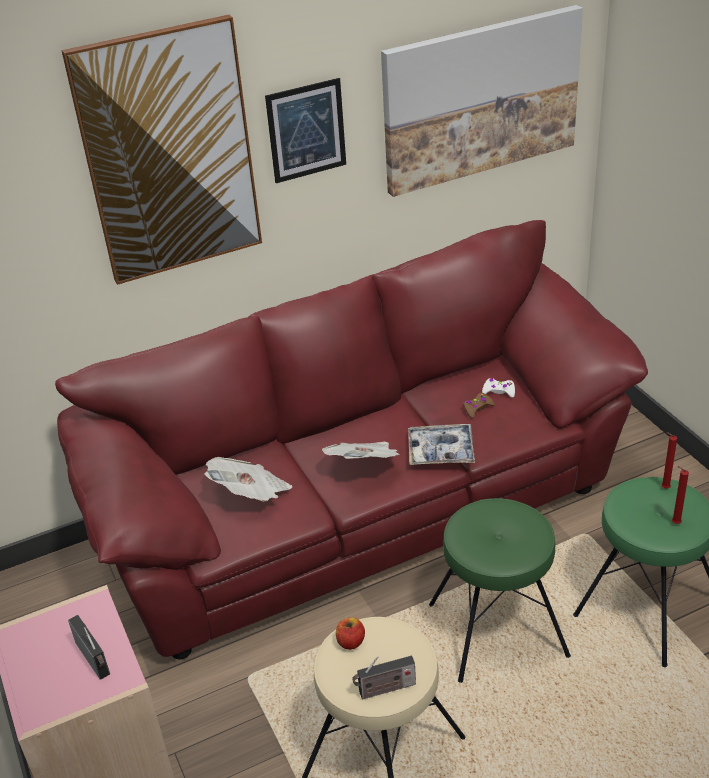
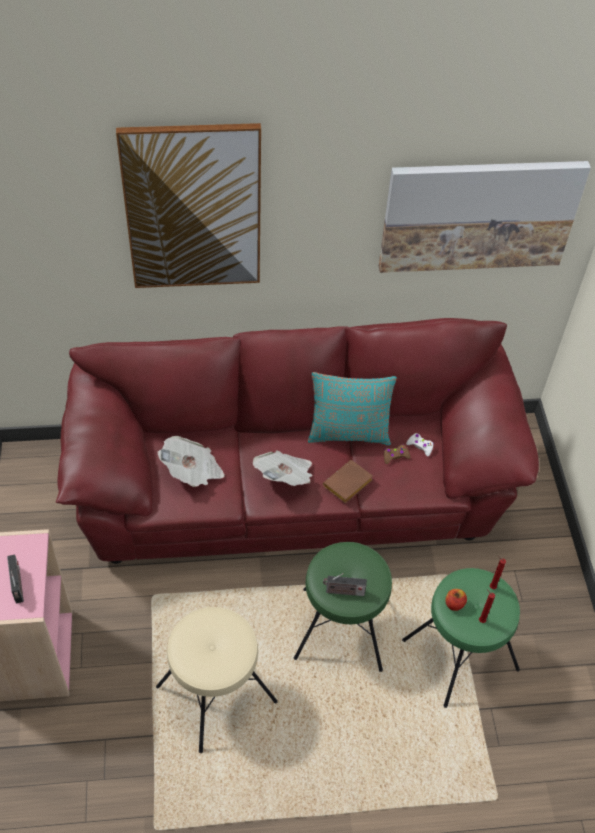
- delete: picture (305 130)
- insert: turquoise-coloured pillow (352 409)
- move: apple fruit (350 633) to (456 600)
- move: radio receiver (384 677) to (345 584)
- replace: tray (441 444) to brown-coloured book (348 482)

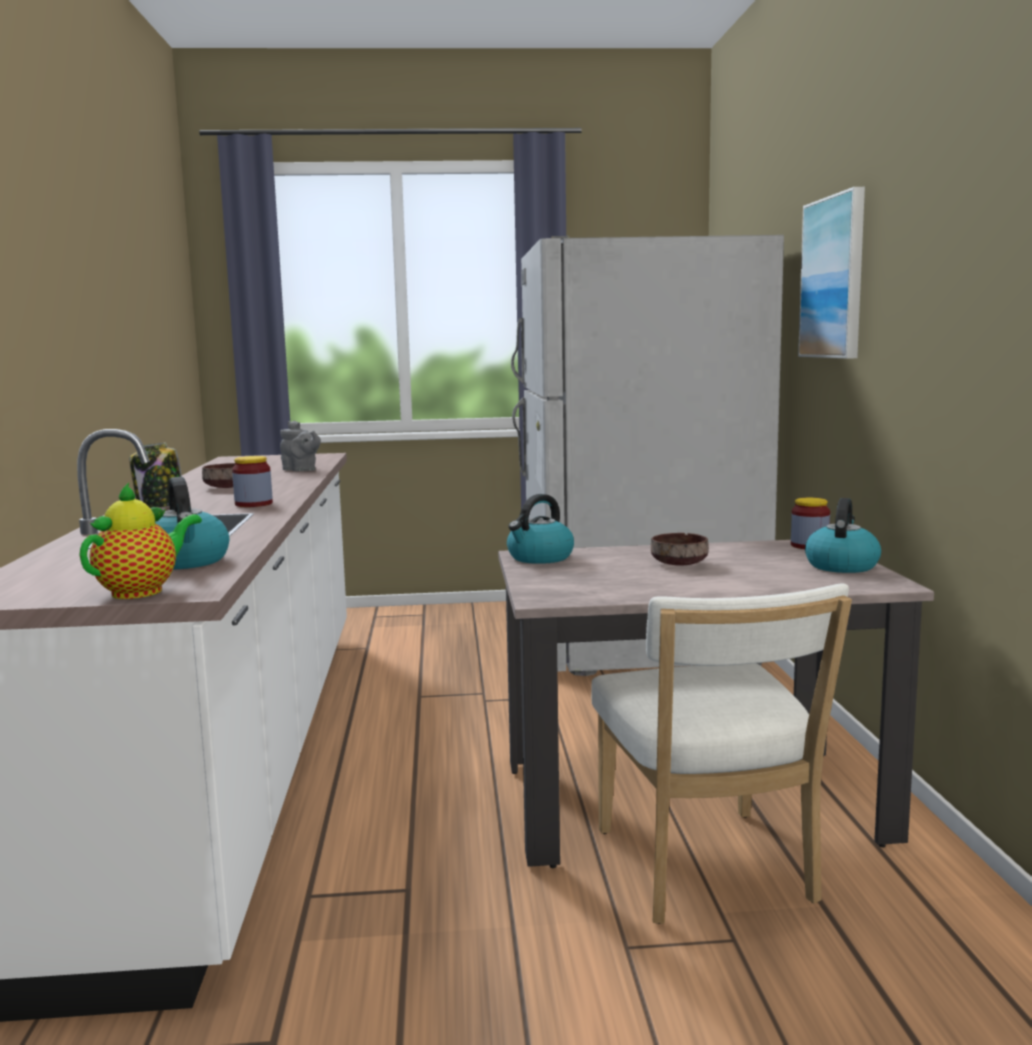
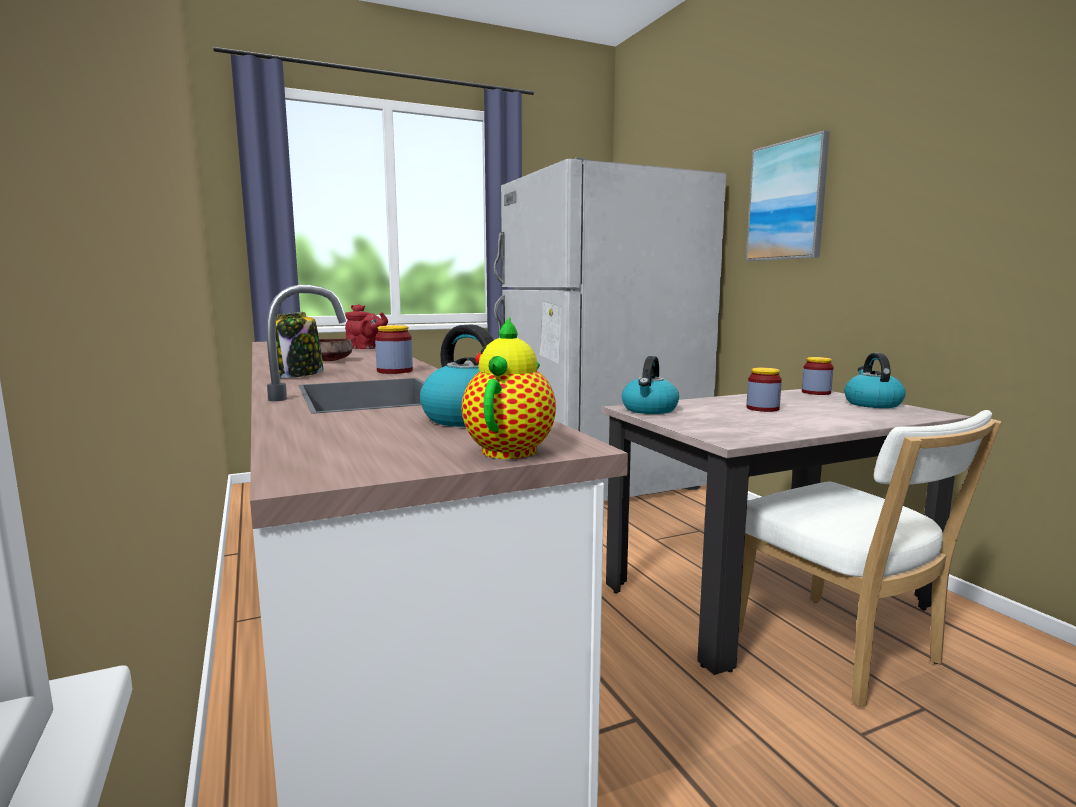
- replace: brown-coloured deep dish (680 549) to storage jar (764 390)
- recolor: gray tea pot (300 446) to red-coloured tea pot (366 326)

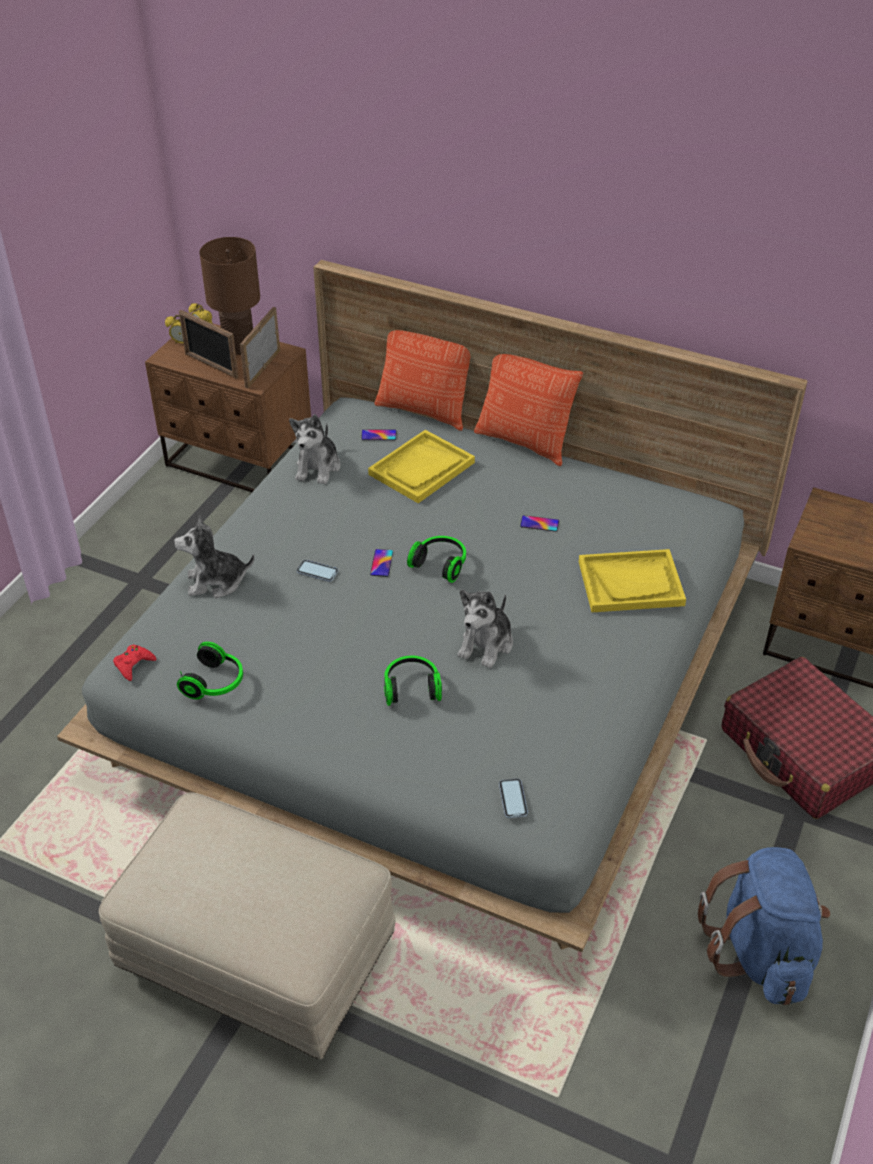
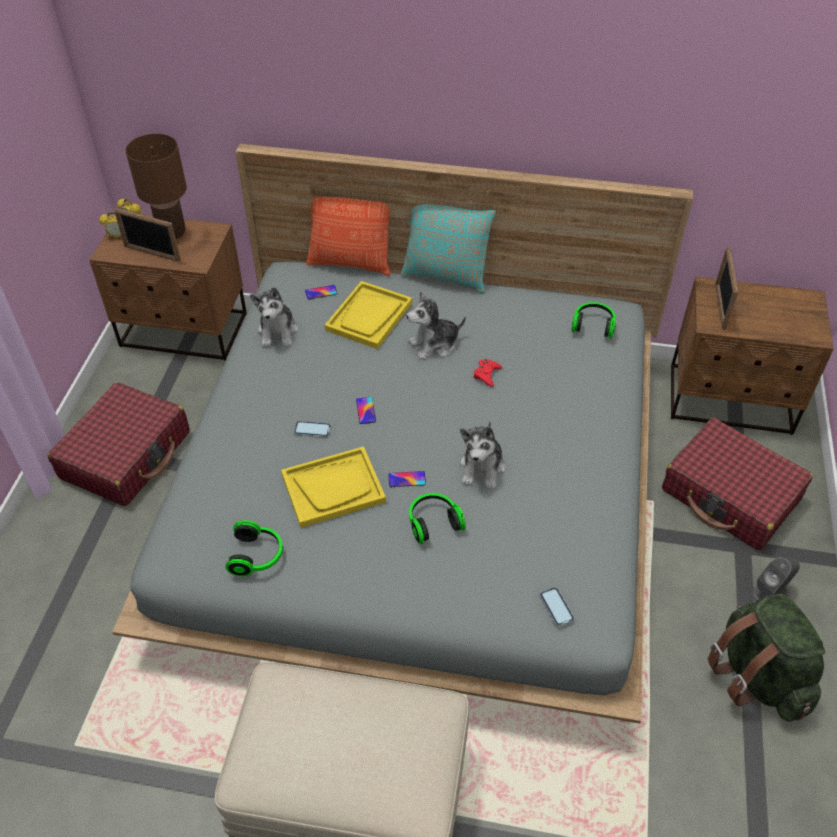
- insert: red-coloured travel case (119 444)
- insert: gray audio speaker (776 578)
- move: red-coloured game controller (134 663) to (487 373)
- move: plush toy (214 556) to (436 325)
- move: photo frame (260 347) to (726 288)
- move: pair of headphones (436 559) to (594 320)
- move: phone (539 523) to (407 479)
- move: yellow-coloured tray (632 580) to (333 487)
- recolor: orange pillow (528 410) to turquoise-coloured pillow (448 248)
- recolor: bluish backpack (764 926) to greenish backpack (766 658)

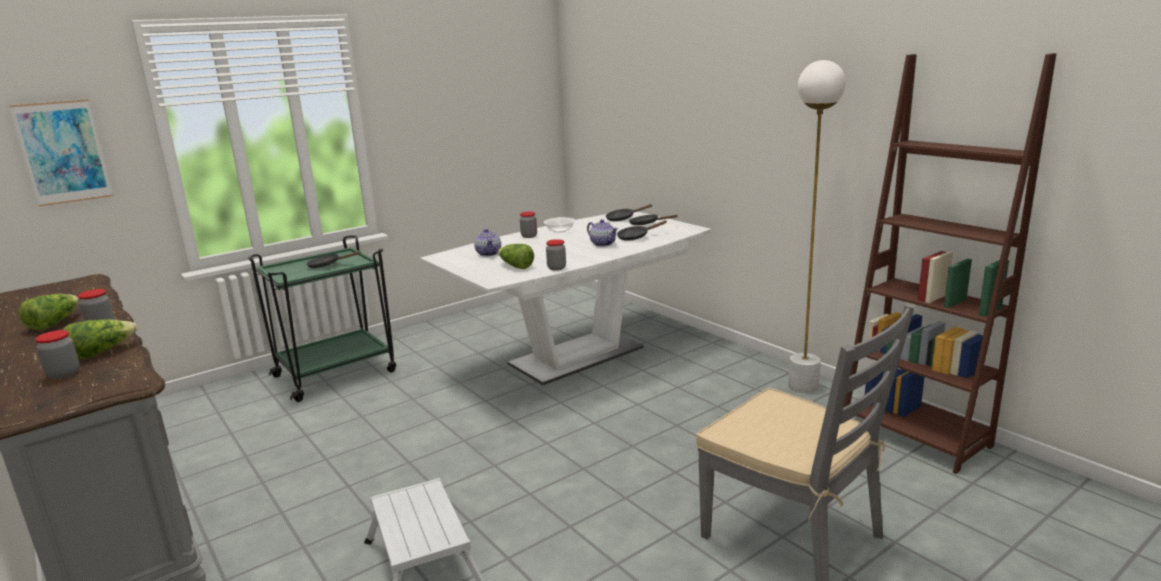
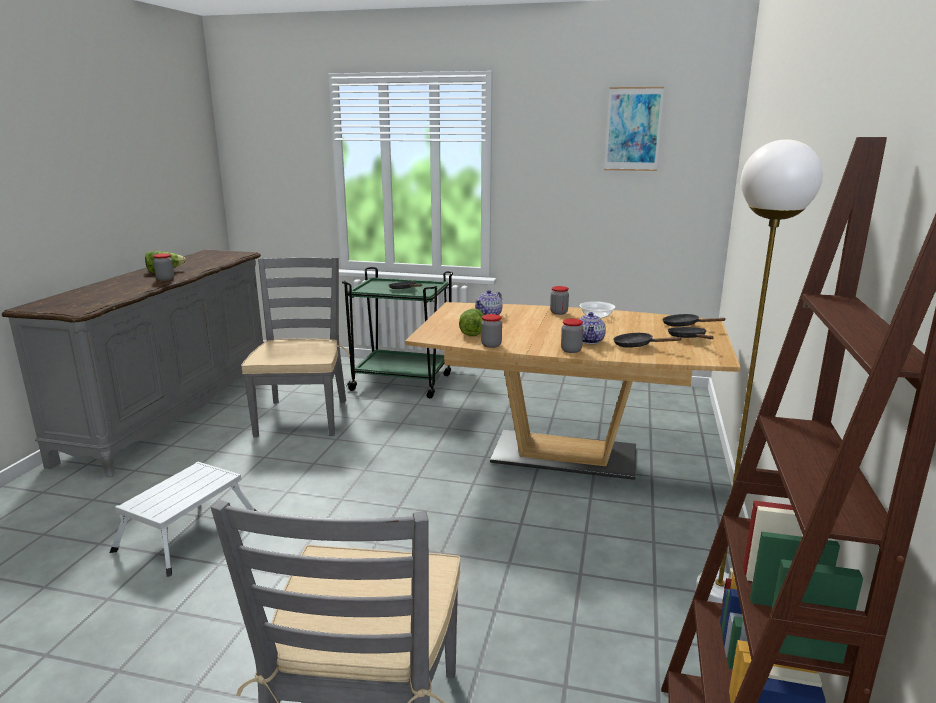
- delete: head of lettuce (100 339)
- insert: gray plain chair (295 347)
- move: picture (61 153) to (634 129)
- move: storage jar (57 354) to (572 336)
- recolor: white-coloured dinner table (565 298) to brown-coloured dinner table (573 391)

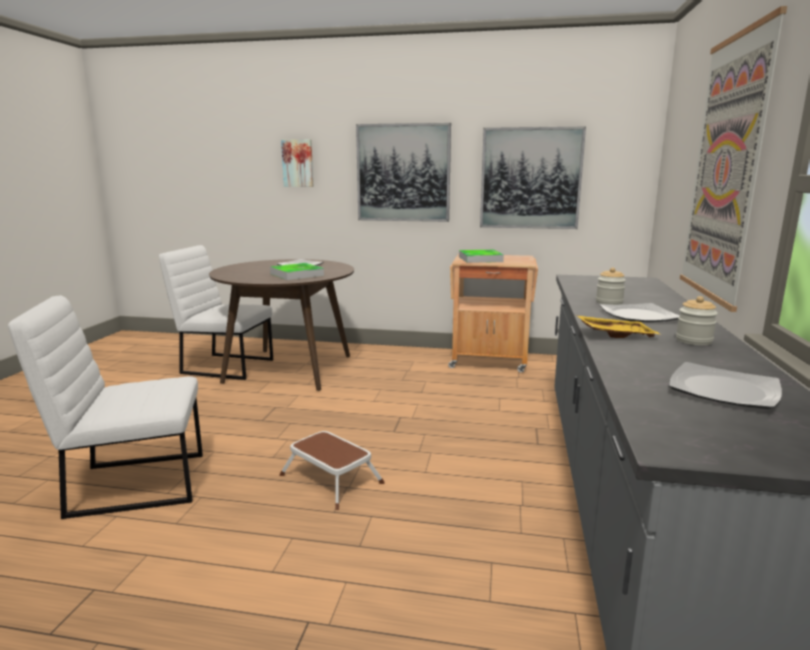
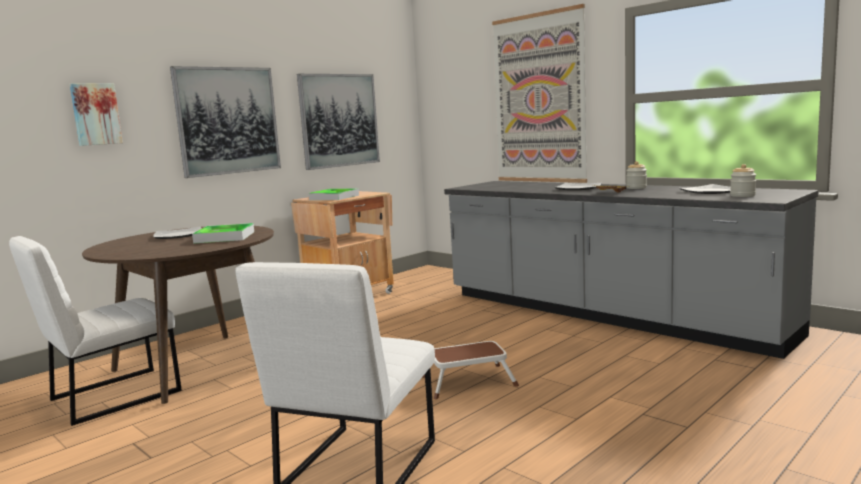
- move: storage jar (611 286) to (743 180)

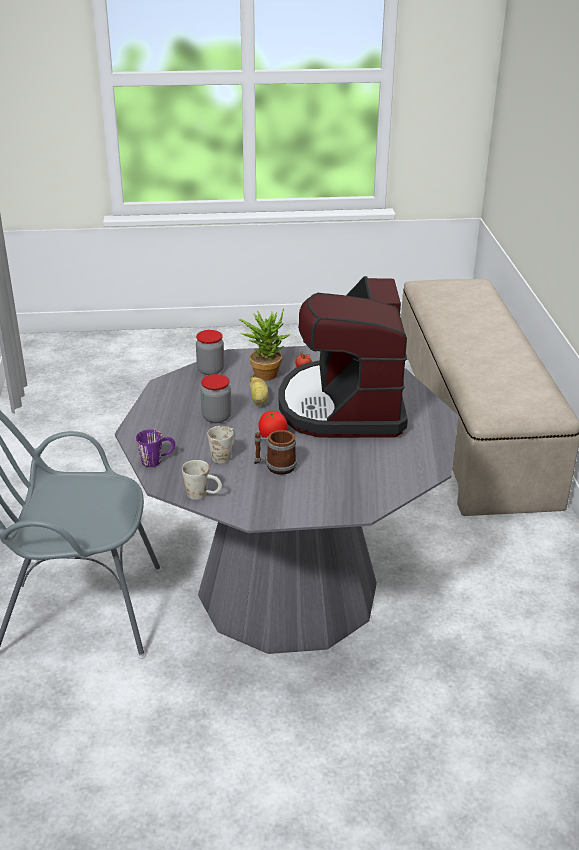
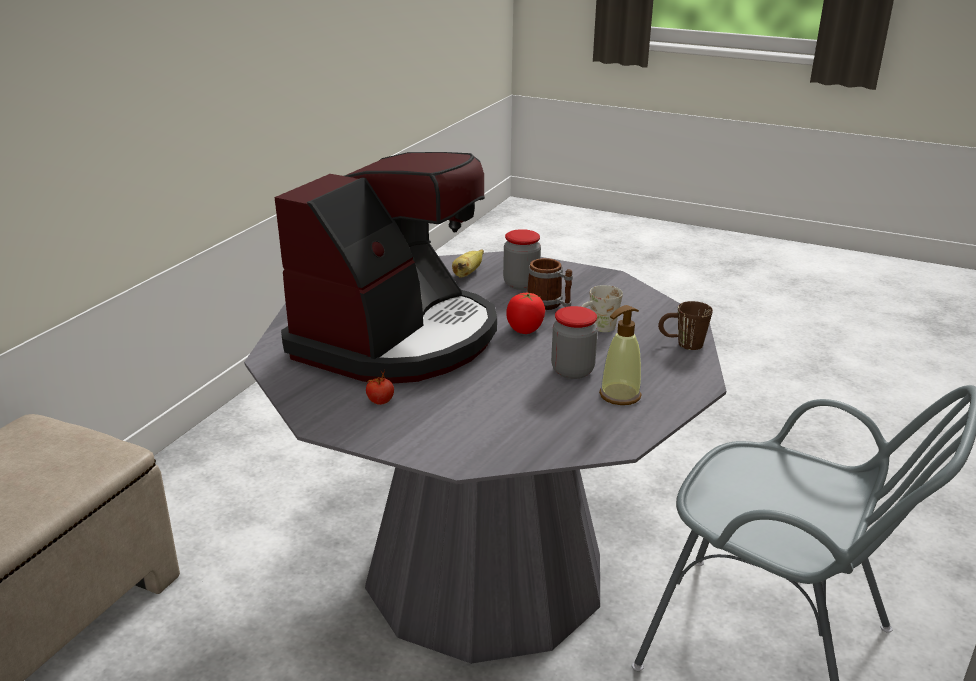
- delete: white-coloured tea mug (202 480)
- delete: plant in a pot (264 344)
- insert: soap dispenser (620 355)
- move: storage jar (210 352) to (522 259)
- move: whole banana (259 390) to (468 264)
- recolor: purple tea mug (155 448) to brown-coloured tea mug (685 325)

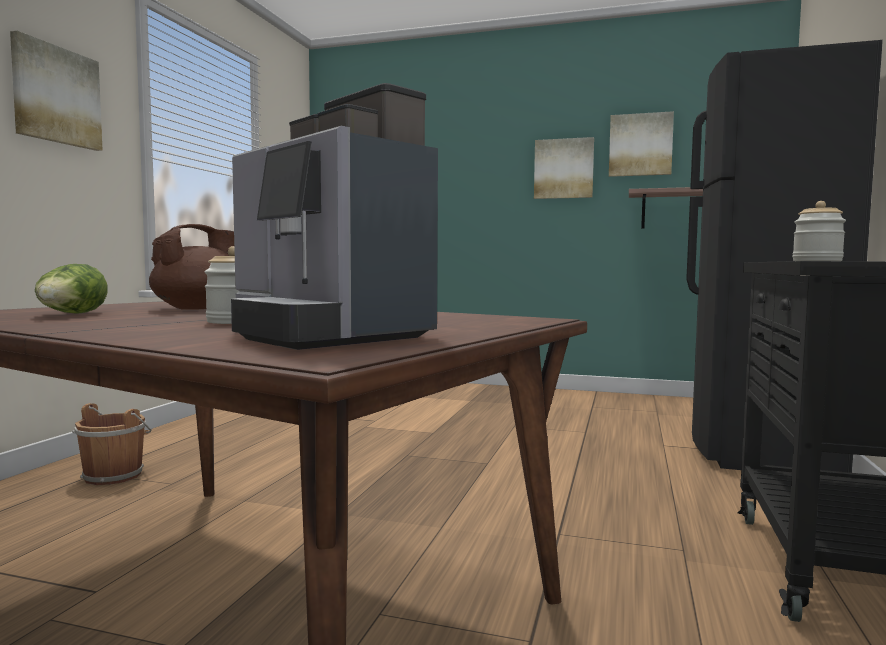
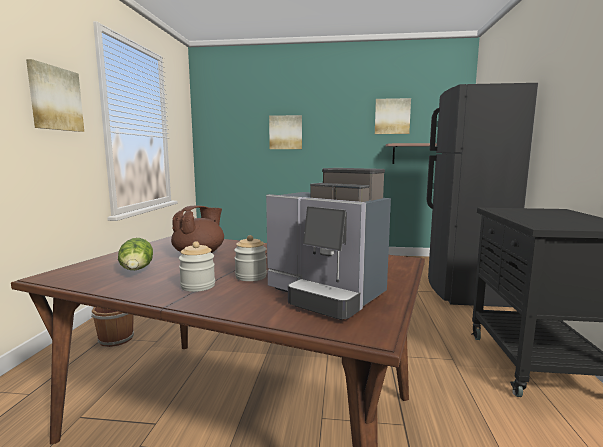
- move: picture (564 168) to (285 132)
- move: storage jar (819 231) to (197 266)

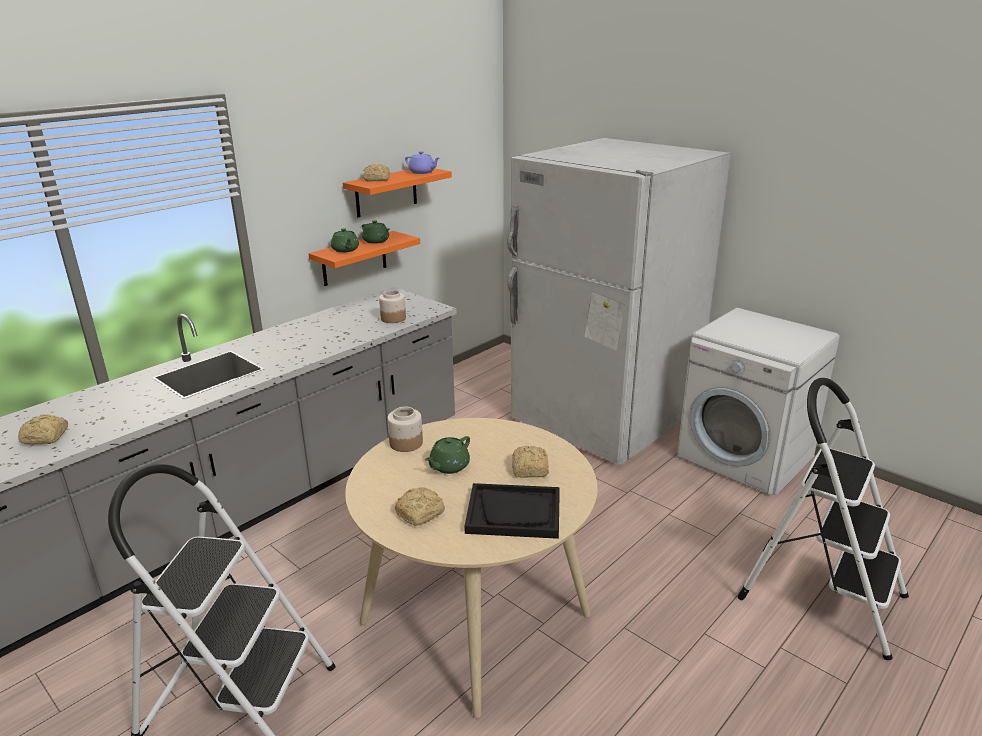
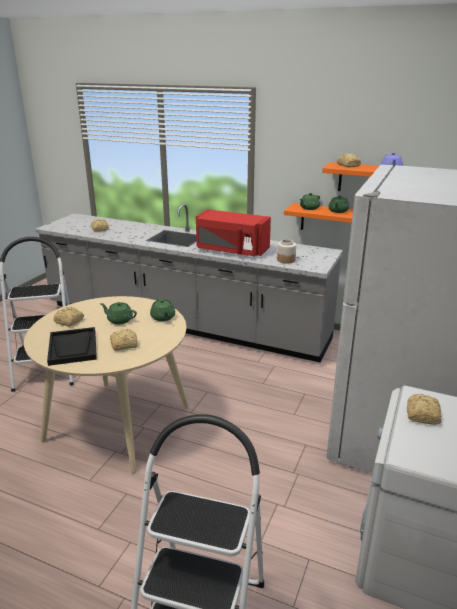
- delete: storage jar (405 429)
- insert: greenish tea pot (162 309)
- insert: red-coloured microwave oven (233 233)
- insert: bakery bread (424 409)

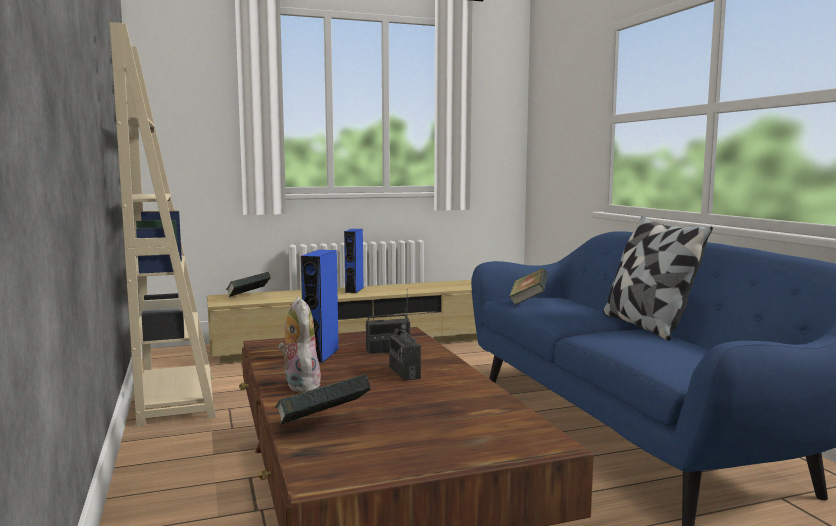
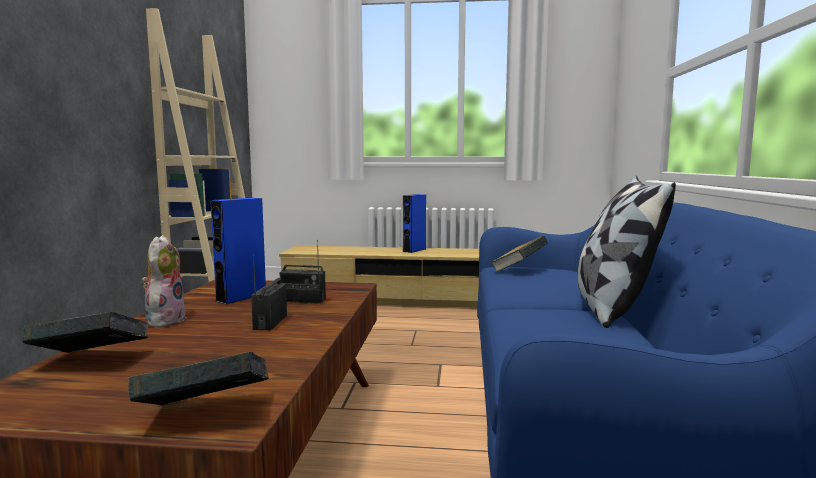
- move: book (248 284) to (198 379)

